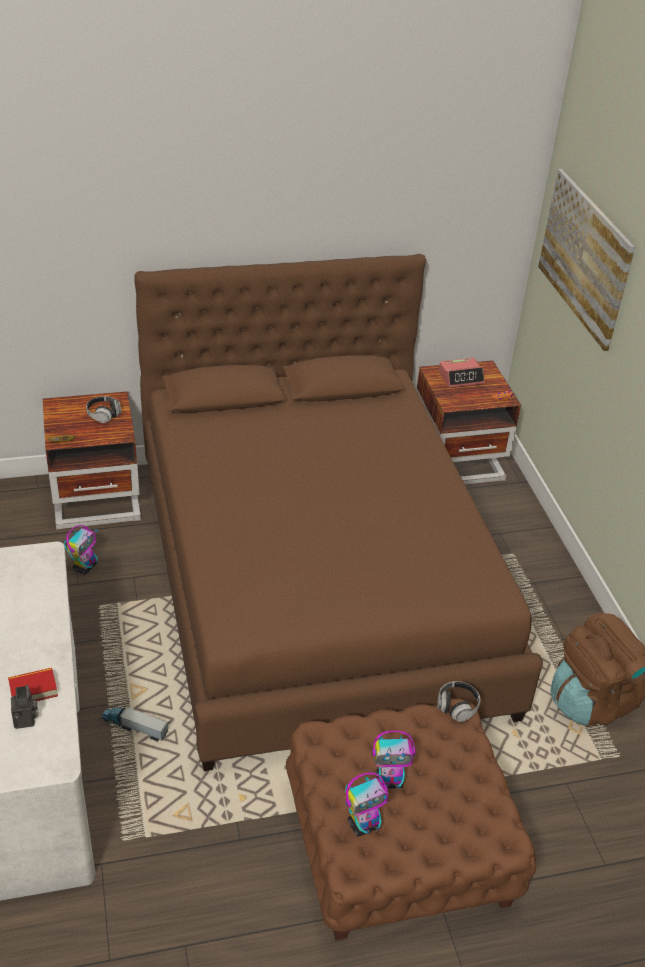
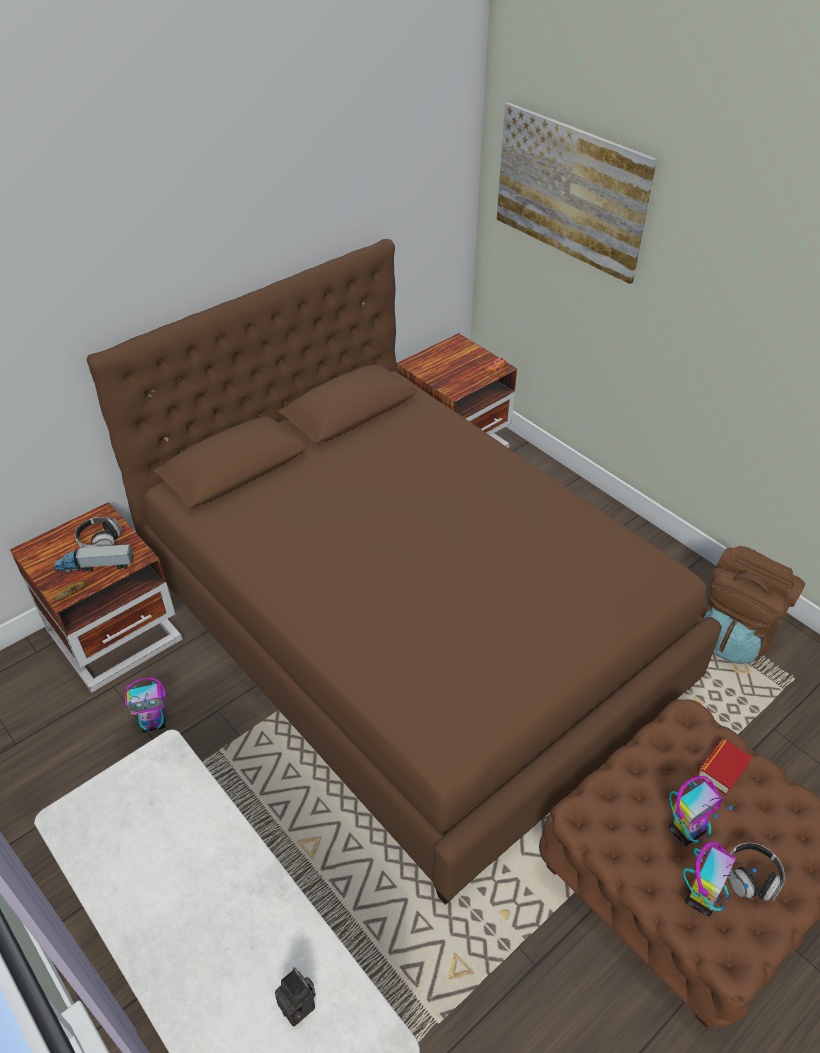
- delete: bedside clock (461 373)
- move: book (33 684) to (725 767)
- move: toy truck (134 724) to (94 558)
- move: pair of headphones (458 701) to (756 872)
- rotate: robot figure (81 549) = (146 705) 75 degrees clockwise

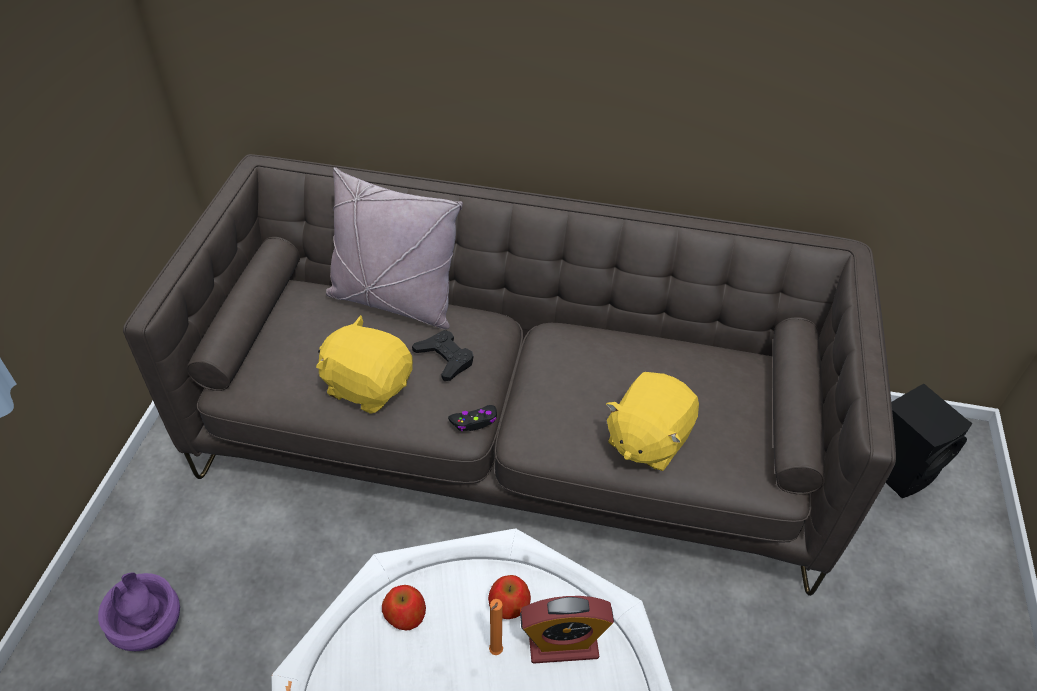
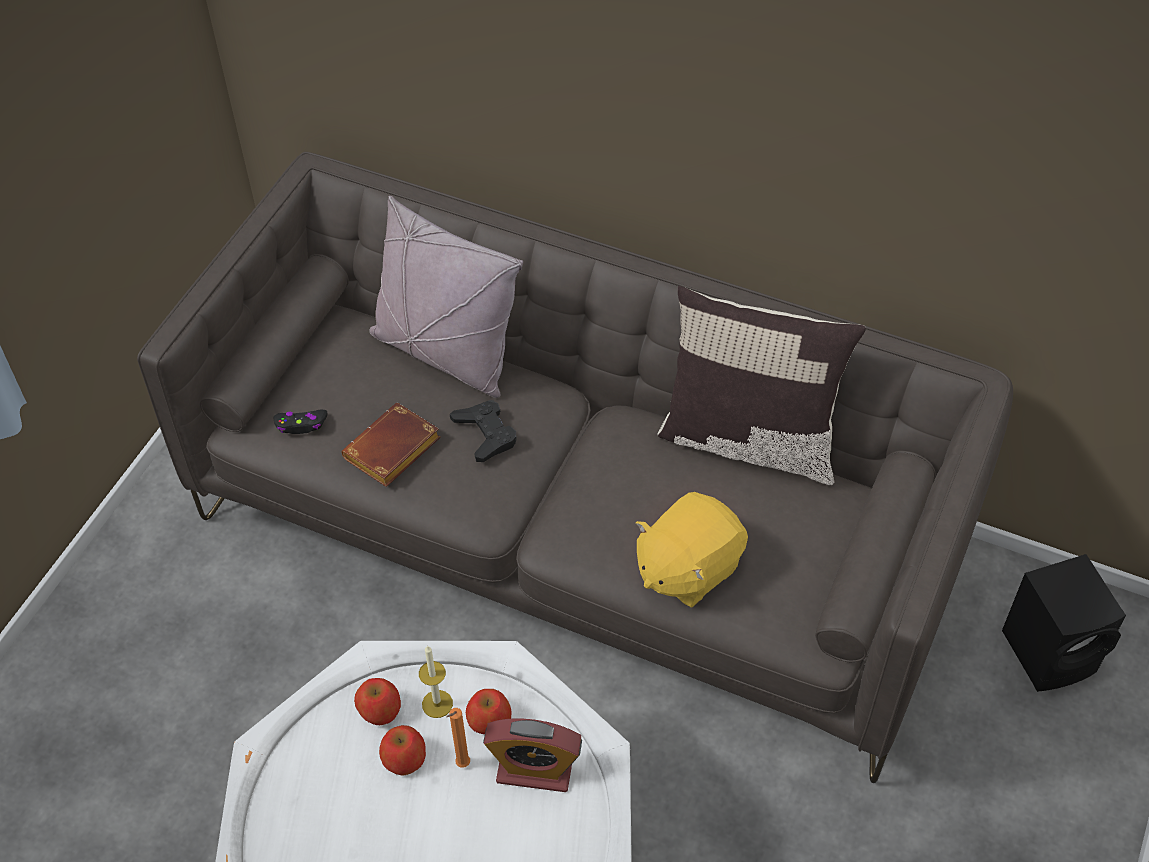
- delete: purple flower vase (139 611)
- insert: apple fruit (402 750)
- insert: wax candle (436 681)
- insert: pillow (761 385)
- move: black game controller (472 418) to (301 421)
- replace: yellow-coloured plush toy (364 364) to brown-coloured book (391 445)

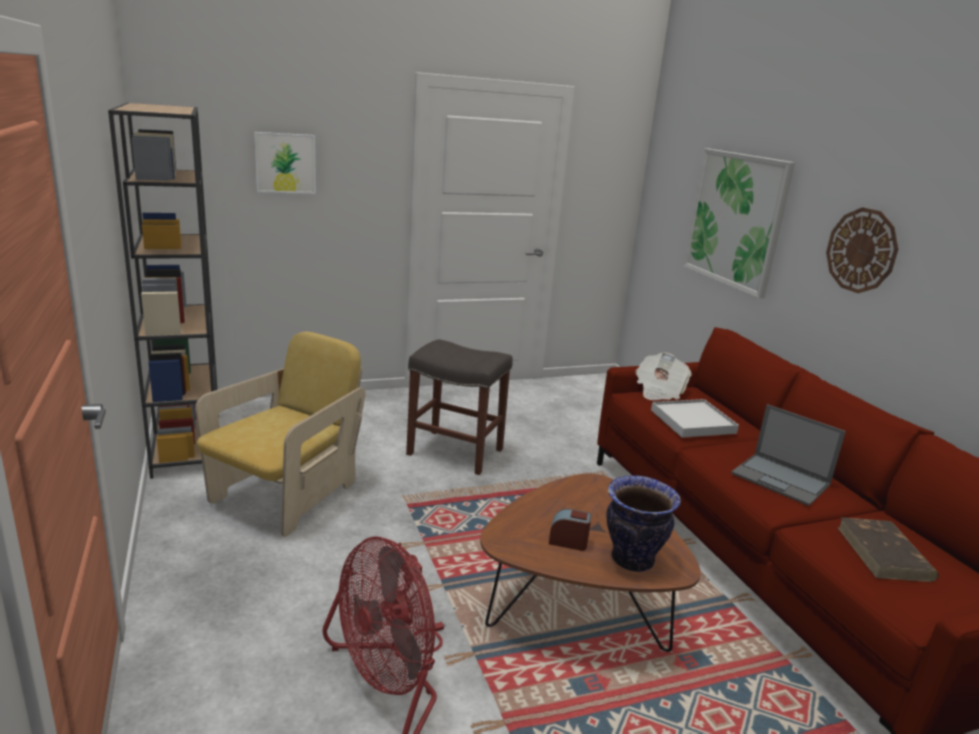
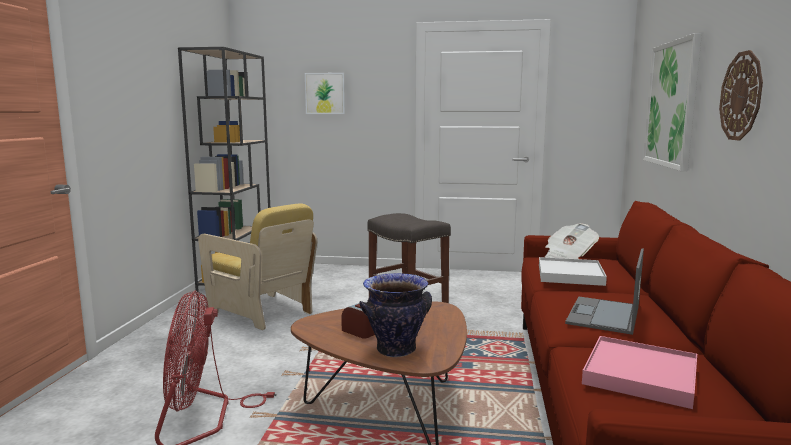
- replace: brown-coloured book (888 549) to pinkish tray (639 372)
- rotate: yellow-coloured easy chair (280 434) = (257 267) 75 degrees clockwise
- rotate: laptop (788 455) = (604 291) 45 degrees clockwise

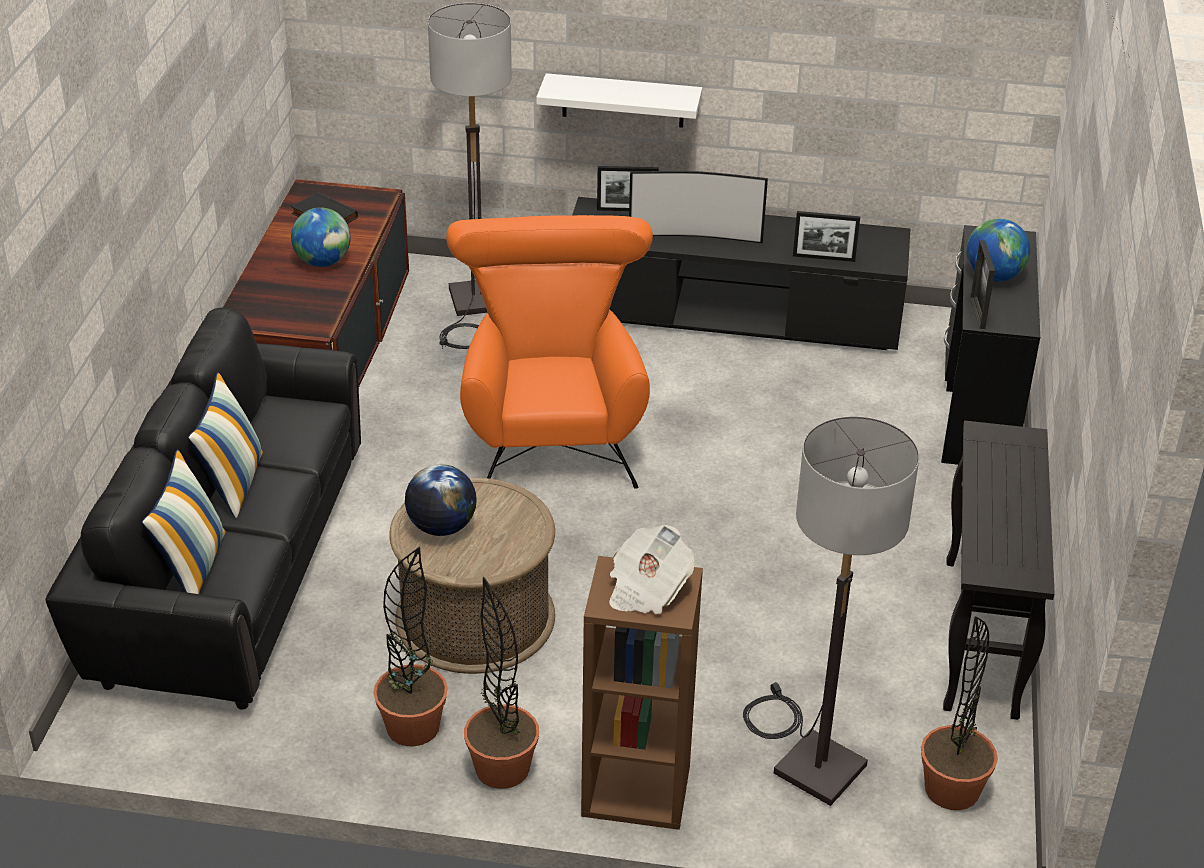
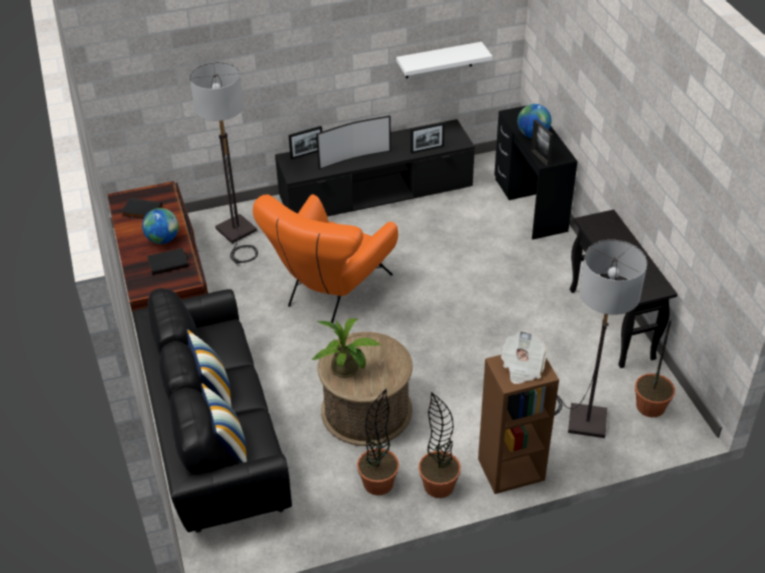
- insert: black book (167 261)
- move: white-coloured bracket shelf (619 100) to (444 60)
- replace: world globe (441 500) to plant in a pot (346 348)
- rotate: orange easy chair (549 352) = (325 258) 120 degrees counterclockwise

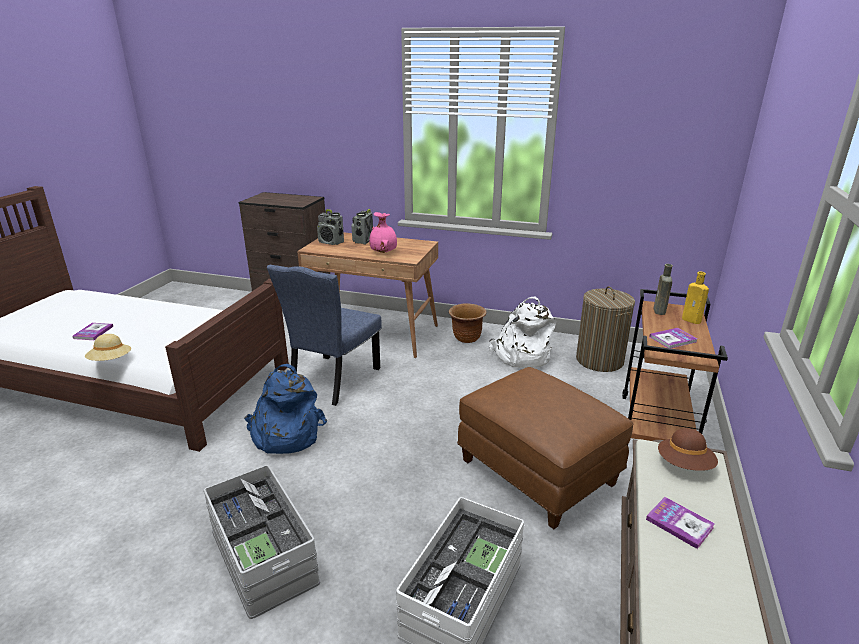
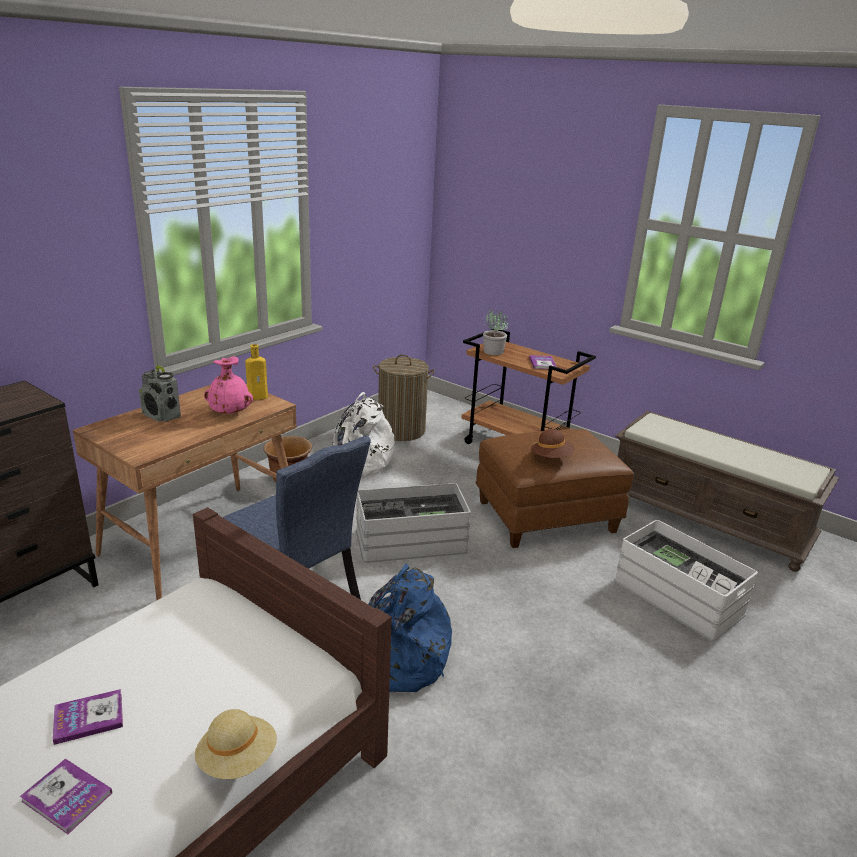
- delete: radio receiver (330 227)
- move: gray storage box (262 542) to (413 523)
- move: book (680 523) to (88 717)
- move: brown-coloured clothing hat (688 449) to (553 443)
- move: yellow-coloured bottle (695 298) to (256 372)
- replace: brown-coloured bottle (663 289) to plant in a pot (495 331)

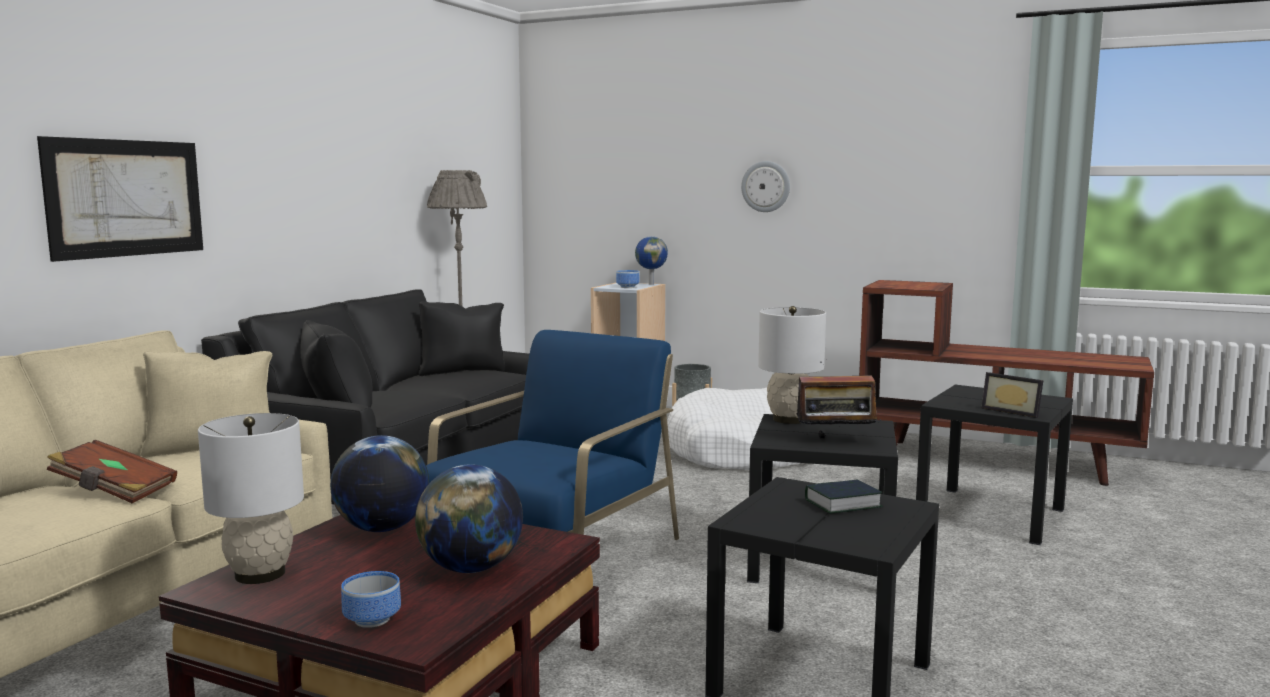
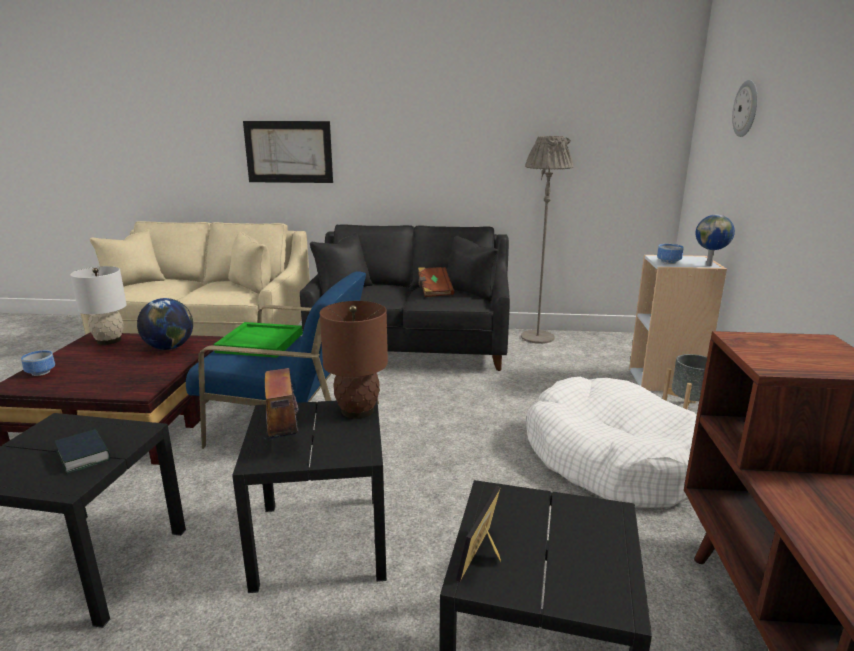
- delete: world globe (469 518)
- insert: greenish tray (258 340)
- move: brown-coloured book (112 471) to (436 282)
- move: hanging clock (765 186) to (745 108)
- recolor: white-coloured lamp for a table (792 365) to brown-coloured lamp for a table (354 360)

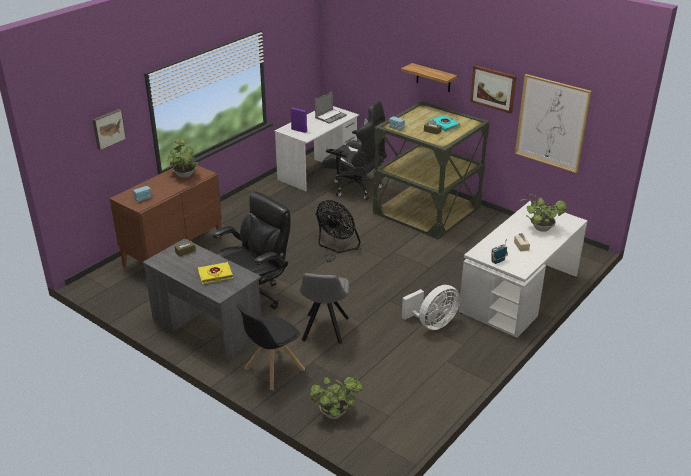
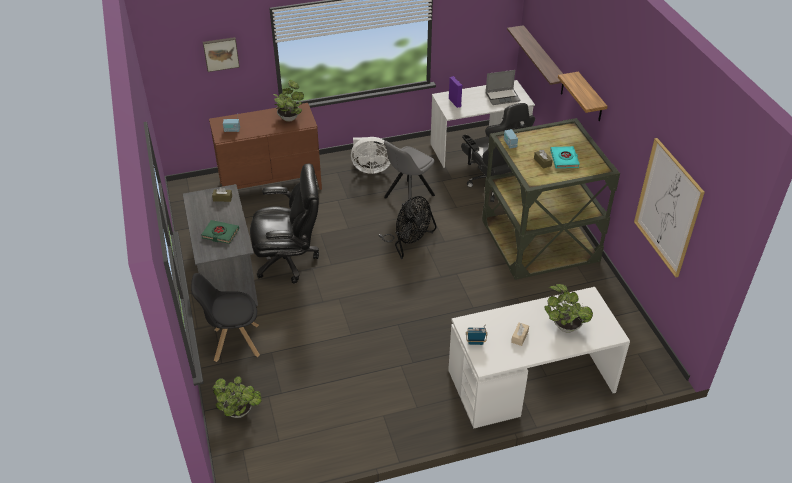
- delete: picture (493 89)
- insert: bracket shelf (535 60)
- move: gray plain chair (324 308) to (409 171)
- move: white-coloured cooling fan (431 307) to (371 155)
- recolor: yellow-coloured book (215 273) to greenish book (220 232)
- rotate: black cooling fan (337 231) = (408 227) 60 degrees clockwise

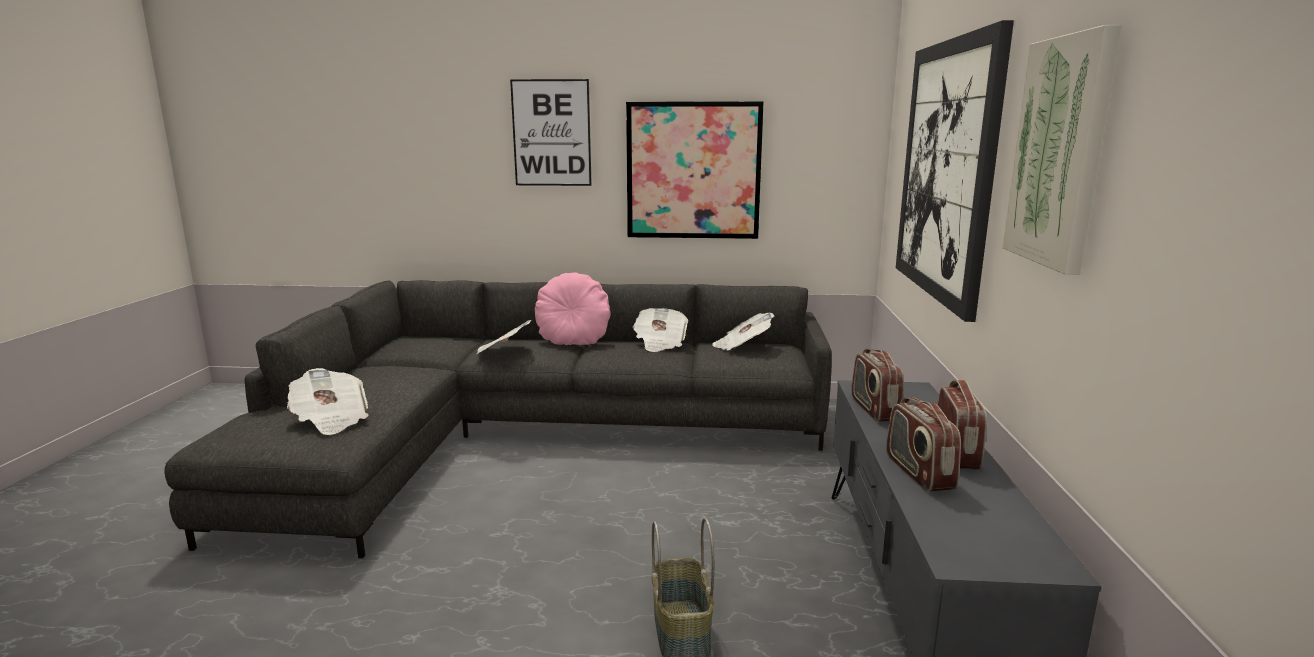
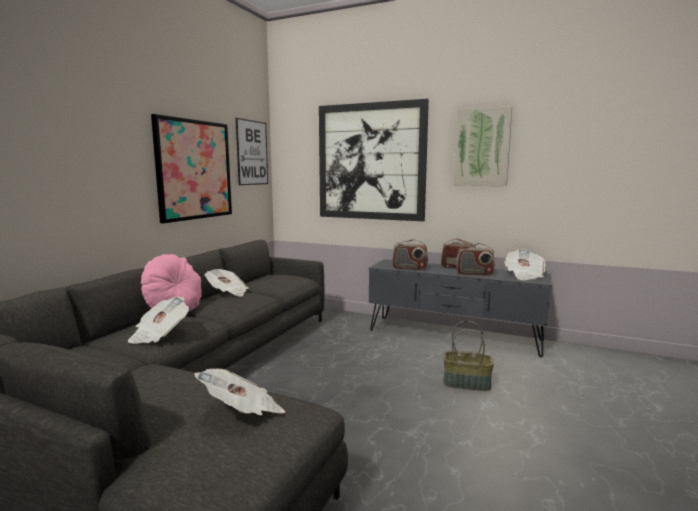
- move: picture (551 132) to (252 151)
- move: newspaper (743 332) to (525 264)

